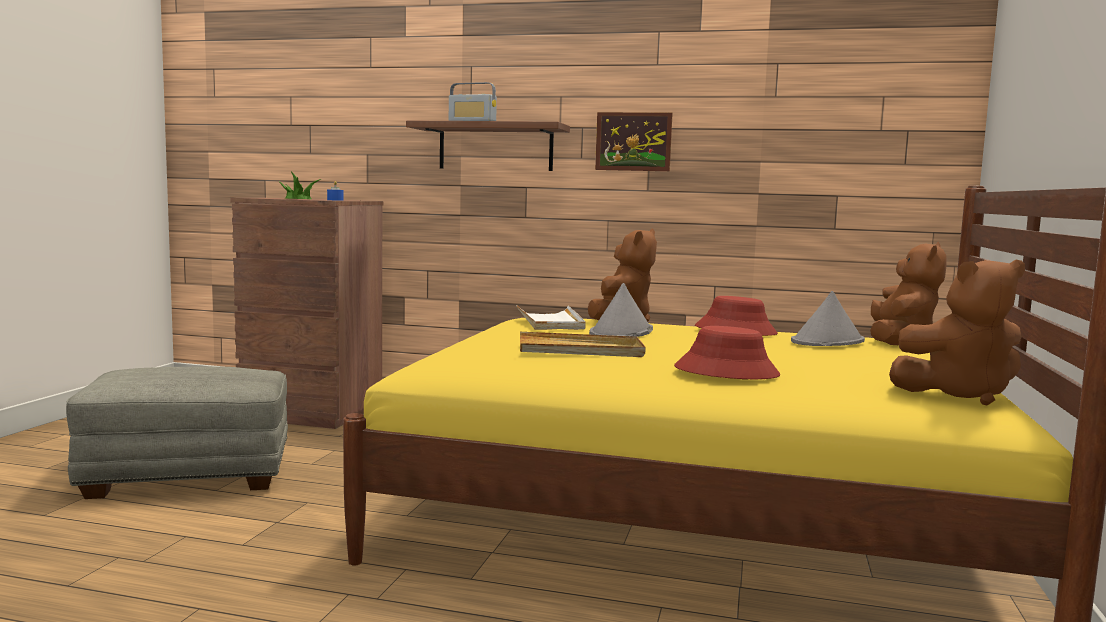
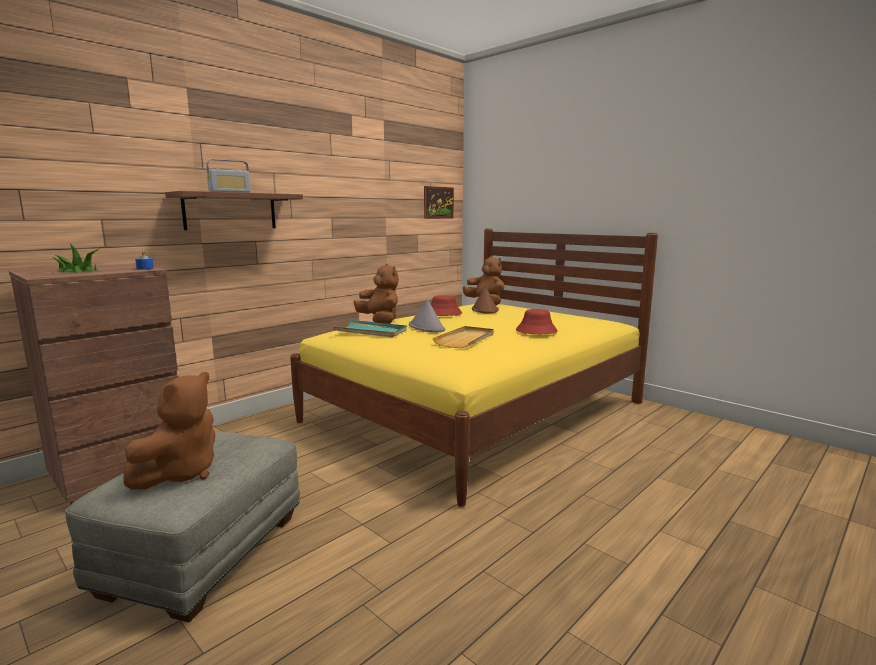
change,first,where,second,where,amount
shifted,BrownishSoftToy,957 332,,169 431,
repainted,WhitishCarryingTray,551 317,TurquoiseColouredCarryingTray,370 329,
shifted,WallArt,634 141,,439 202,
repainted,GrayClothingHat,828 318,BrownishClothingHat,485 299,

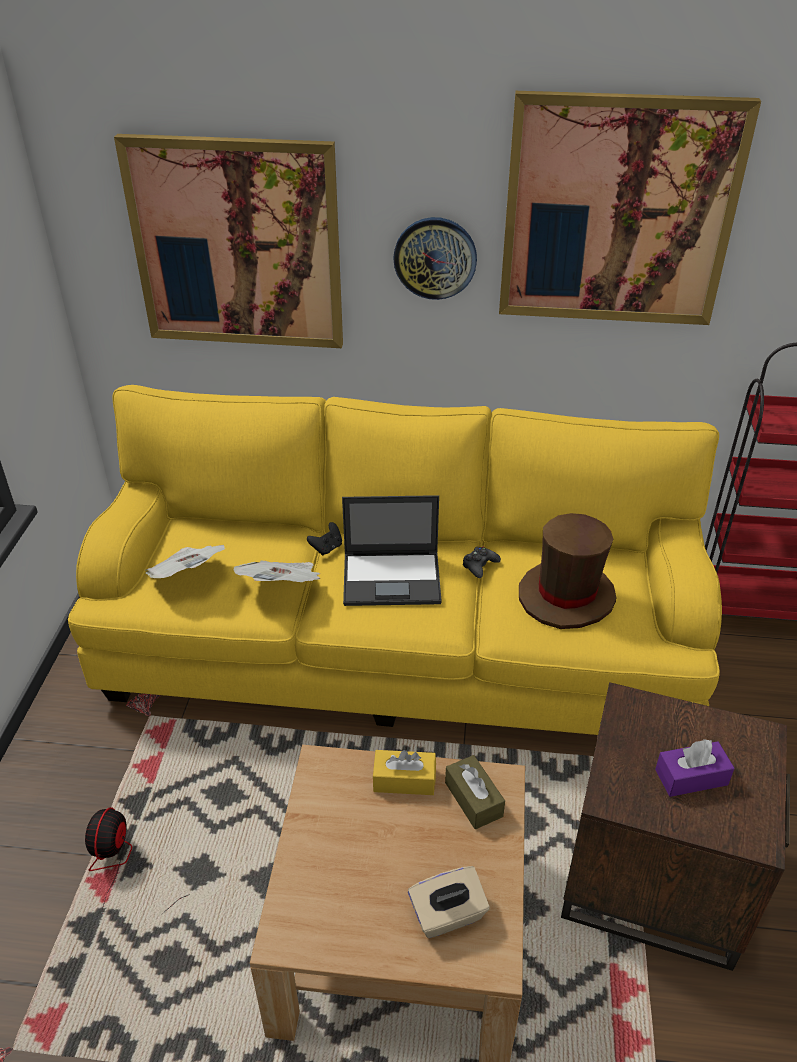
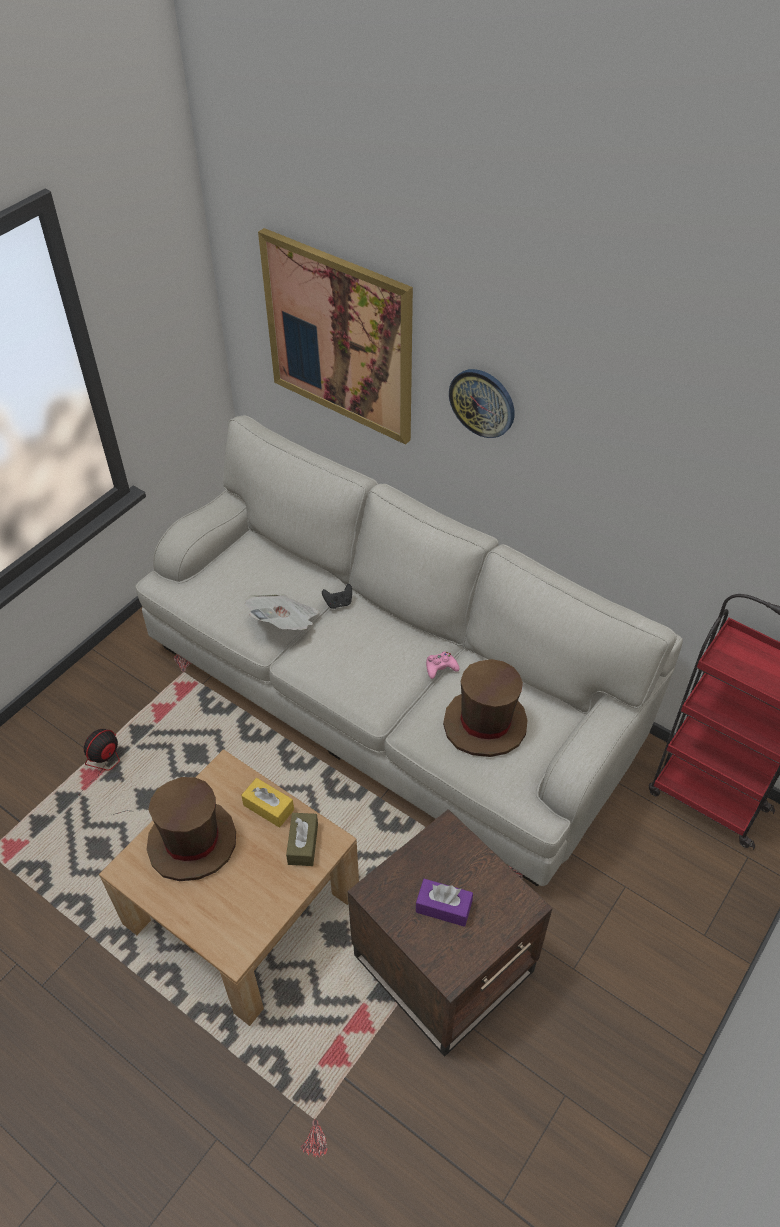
change,first,where,second,where,amount
repainted,YellowColouredSofa,395 560,WhitishSofa,409 650,
new,,,BrownishClothingHat,191 829,
repainted,BlackishJoypad,482 562,PinkJoypad,442 665,
gone,PrintedPaper,185 561,,,
gone,NotebookComputer,392 550,,,
gone,BeigeBoxOfTissues,449 902,,,
gone,WallArt,630 208,,,

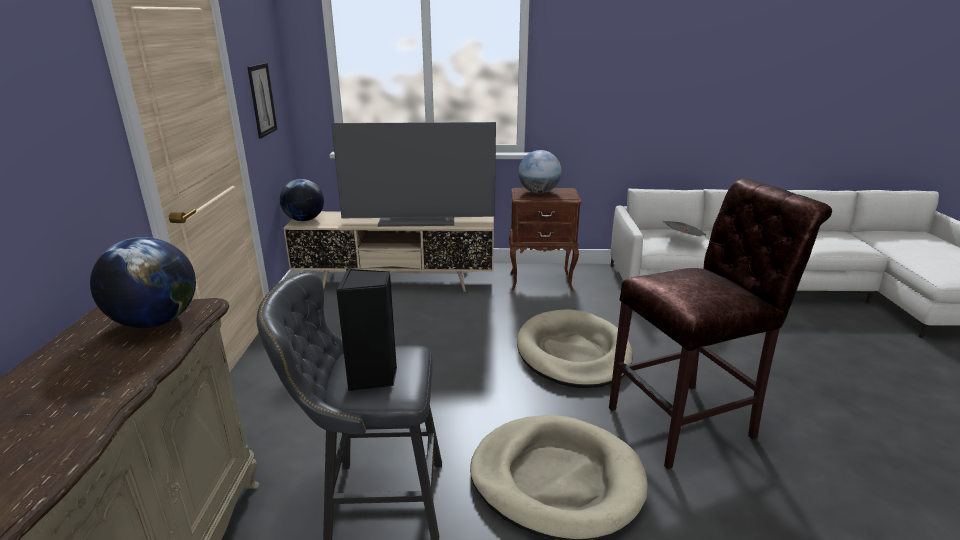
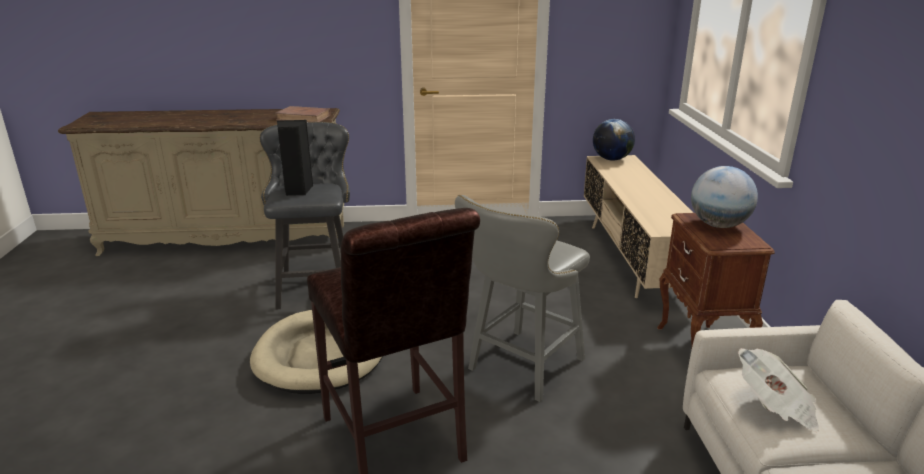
change,first,where,second,where,amount
swapped,DeskGlobe,143 282,BrownishBook,303 114,
swapped,BeigePetBed,575 348,GrayStool,522 298,
gone,WallArt,262 100,,,
gone,Tv,413 174,,,

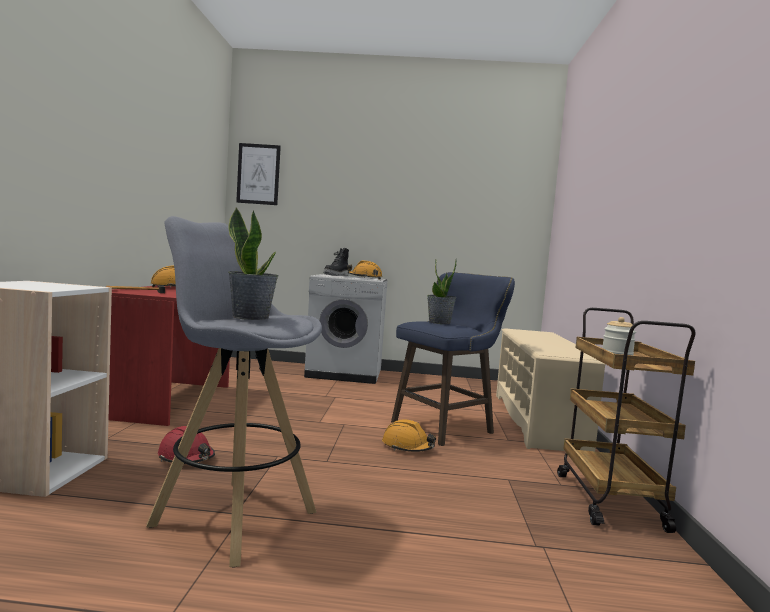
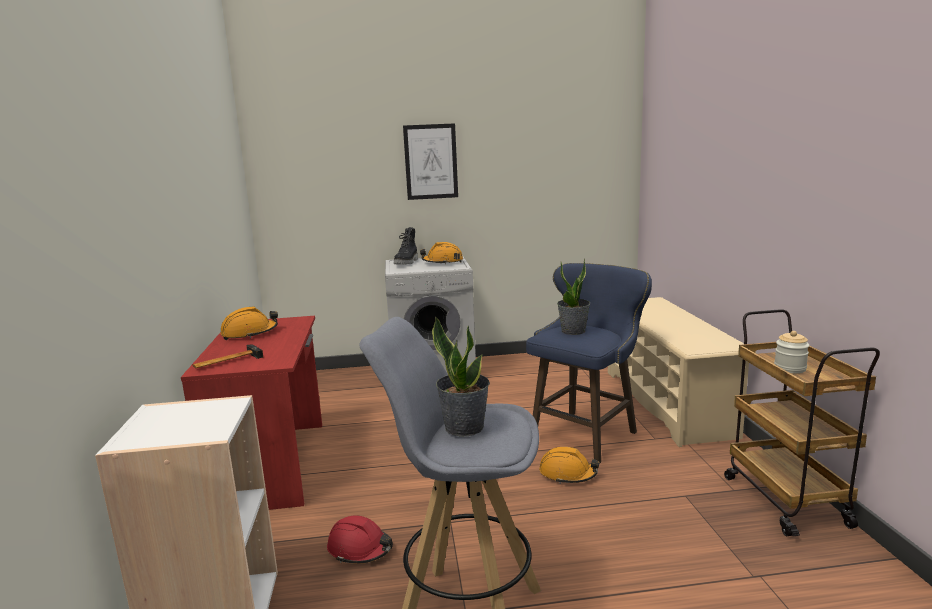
change,first,where,second,where,amount
shifted,WallArt,258 174,,430 161,

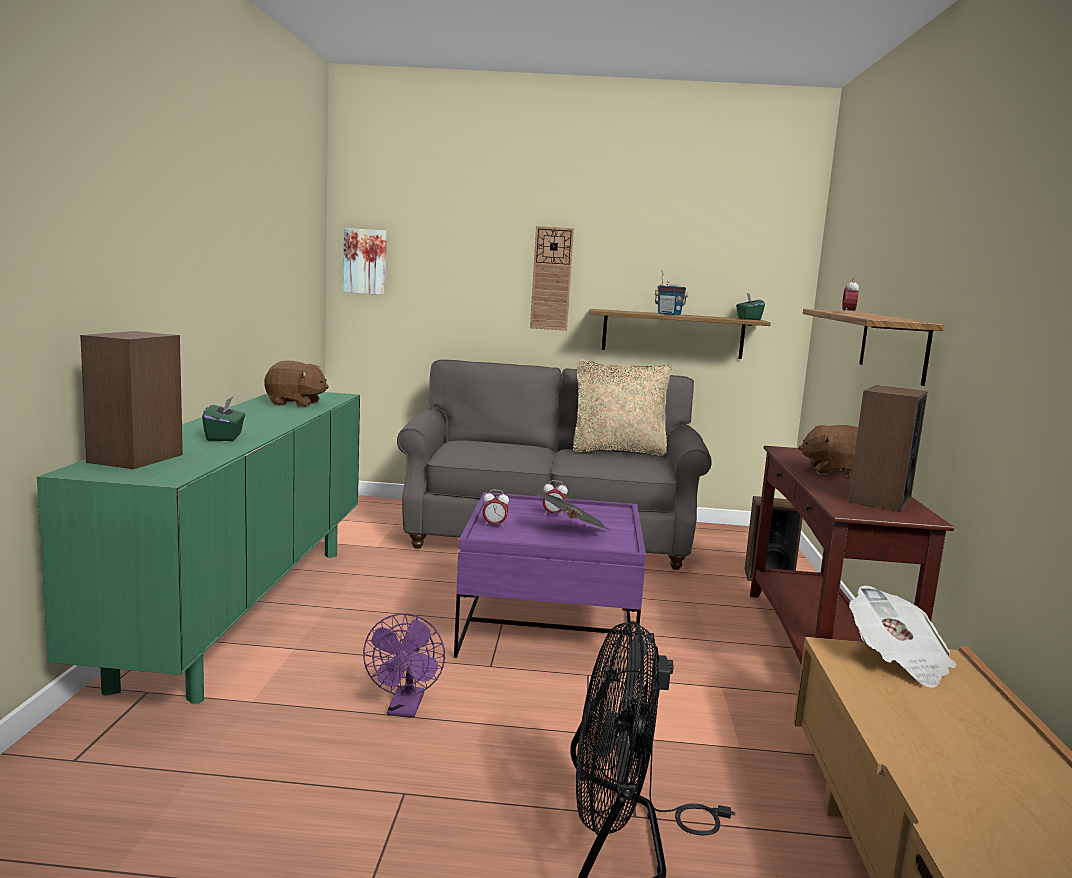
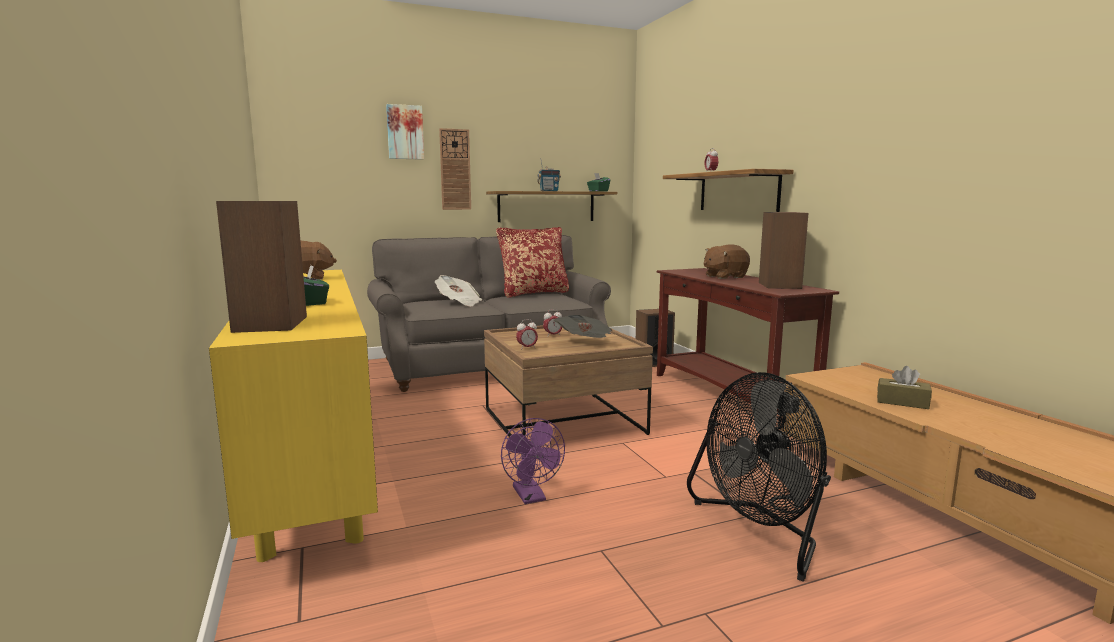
change,first,where,second,where,amount
repainted,GreenColouredStorageCabinet,198 548,YellowColouredStorageCabinet,293 416,
shifted,WallArt,365 261,,405 132,
shifted,PrintedPaper,903 637,,458 290,
repainted,PurpleCoffeeTable,550 575,BrownishCoffeeTable,568 381,
repainted,BeigeThrowPillow,622 407,ReddishThrowPillow,532 262,
new,,,BrownishBoxOfTissues,904 387,

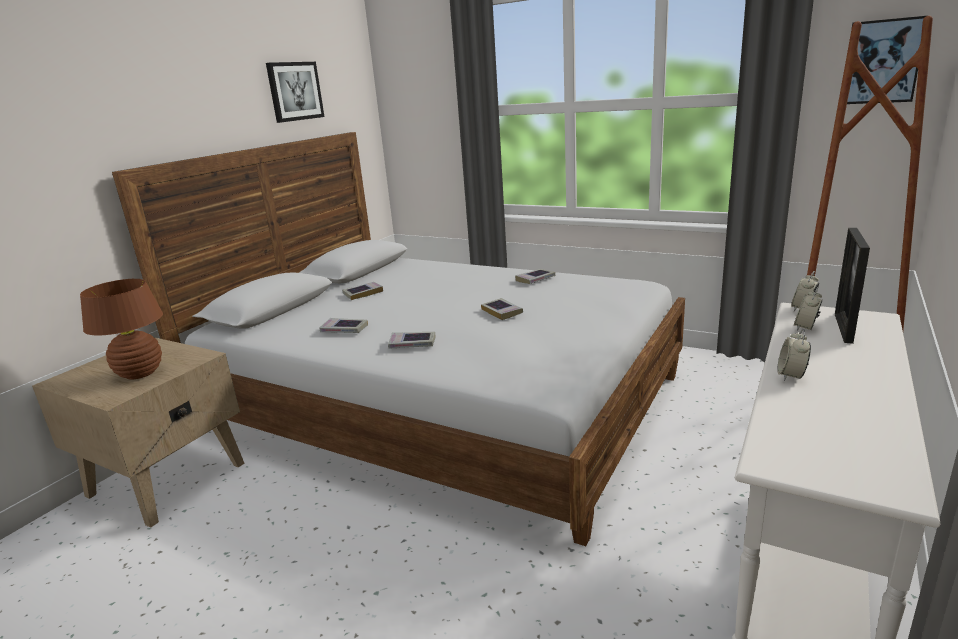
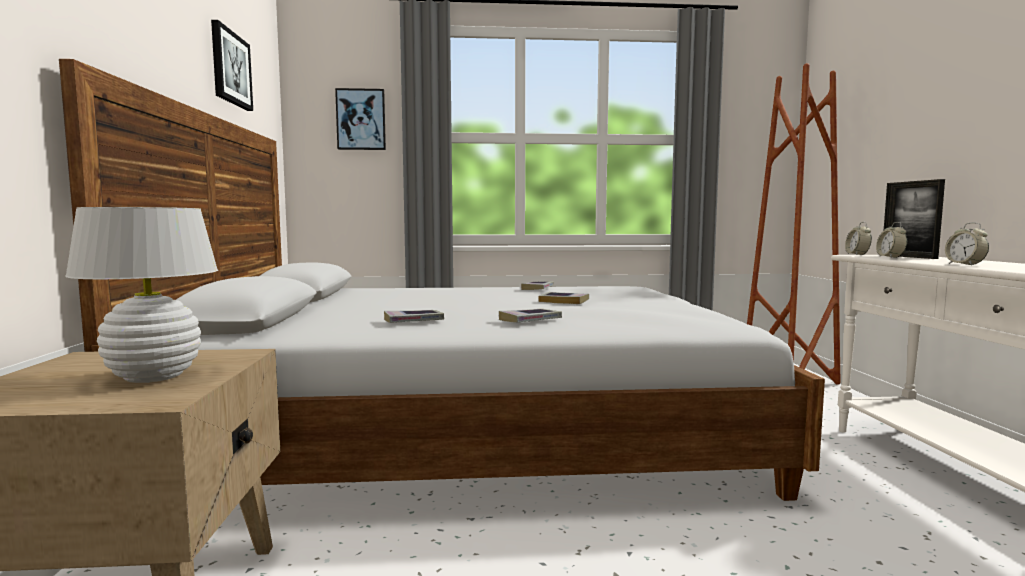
change,first,where,second,where,amount
repainted,BrownishTabletopLamp,121 329,WhitishTabletopLamp,141 295,
shifted,WallArt,886 60,,360 119,
gone,Book,362 291,,,

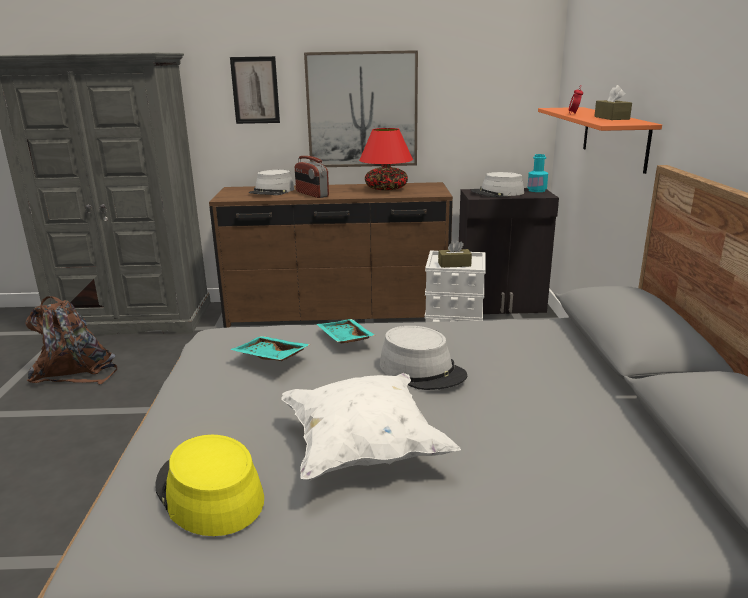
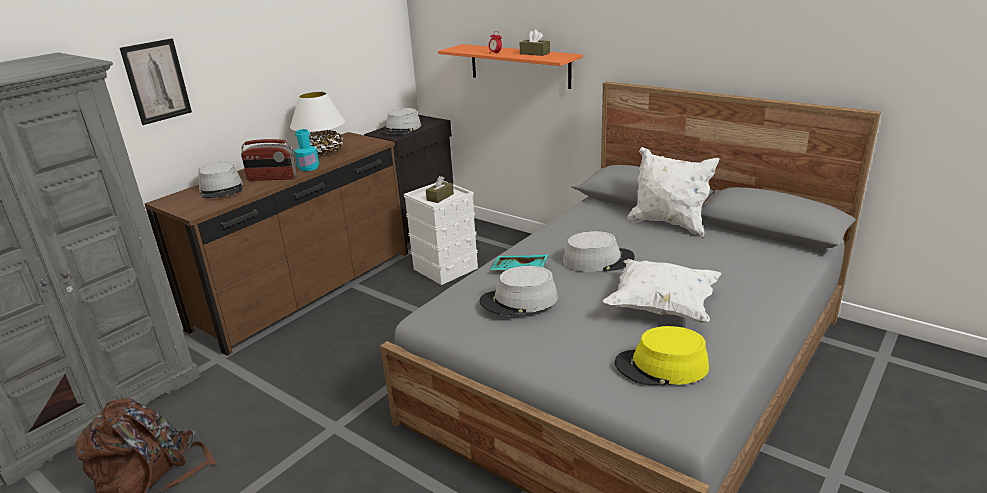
change,first,where,second,where,amount
repainted,ReddishTabletopLamp,386 159,WhitishTabletopLamp,317 123,
shifted,TurquoiseColouredDrinkBottle,538 173,,306 150,
swapped,TurquoiseColouredCarryingTray,270 348,GrayClothingHat,519 291,
new,,,WhitishThrowPillow,673 192,
gone,WallArt,361 108,,,

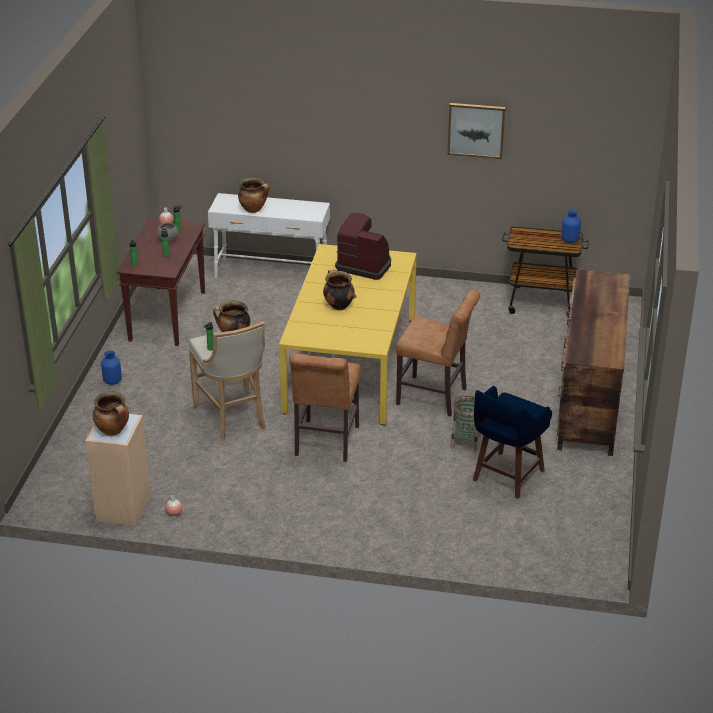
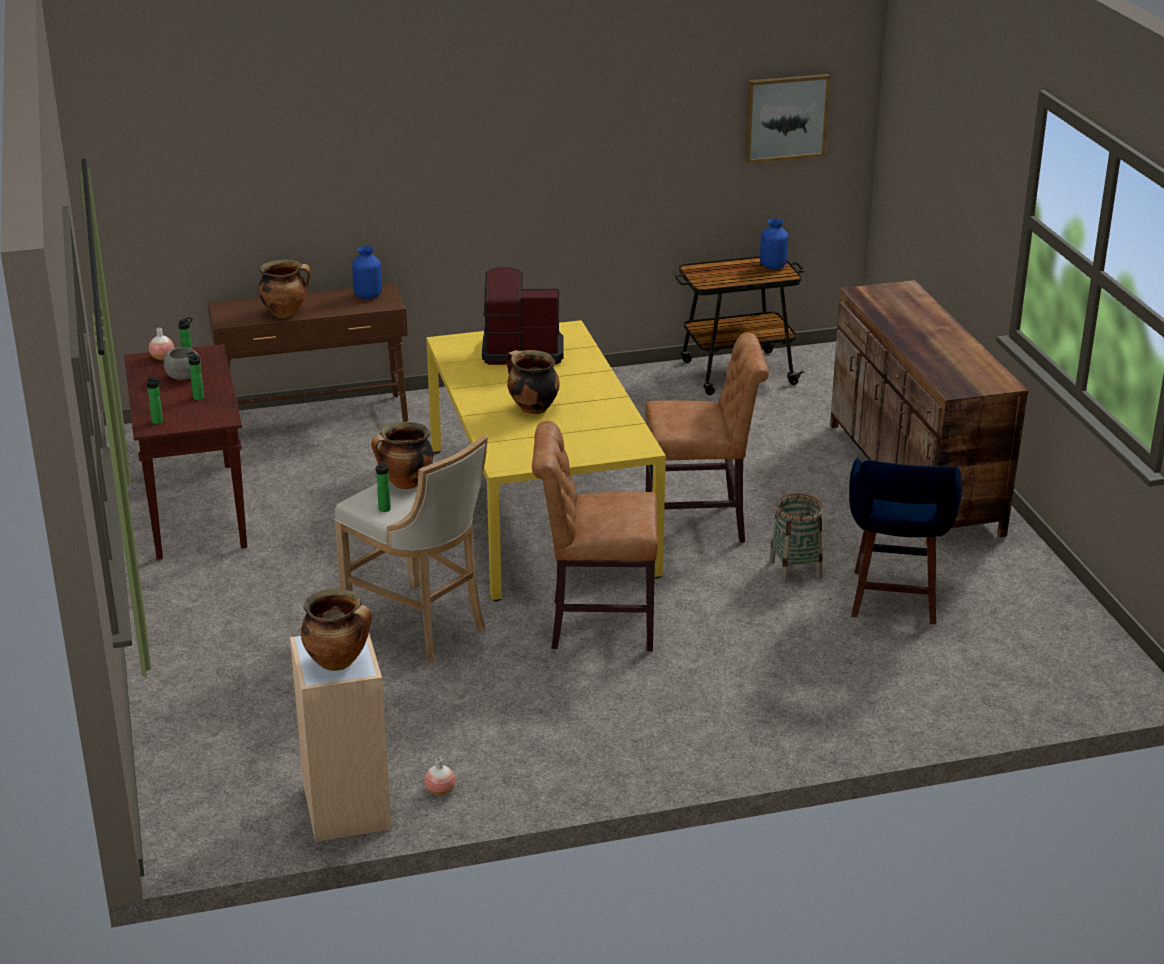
change,first,where,second,where,amount
repainted,WhitishConsoleTable,269 235,BrownishConsoleTable,308 353,
shifted,BluishFlowerVase,111 368,,367 272,
rotated,BrownishPlainChair,325 407,,595 536,105 degrees clockwise
shifted,WallArt,476 131,,787 118,

